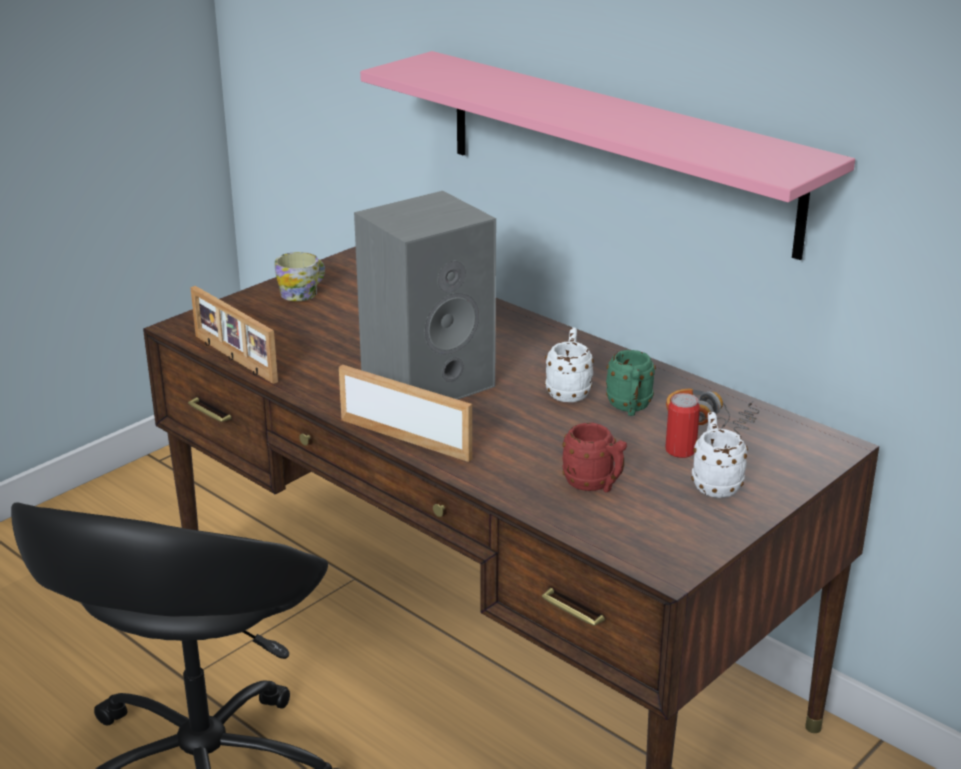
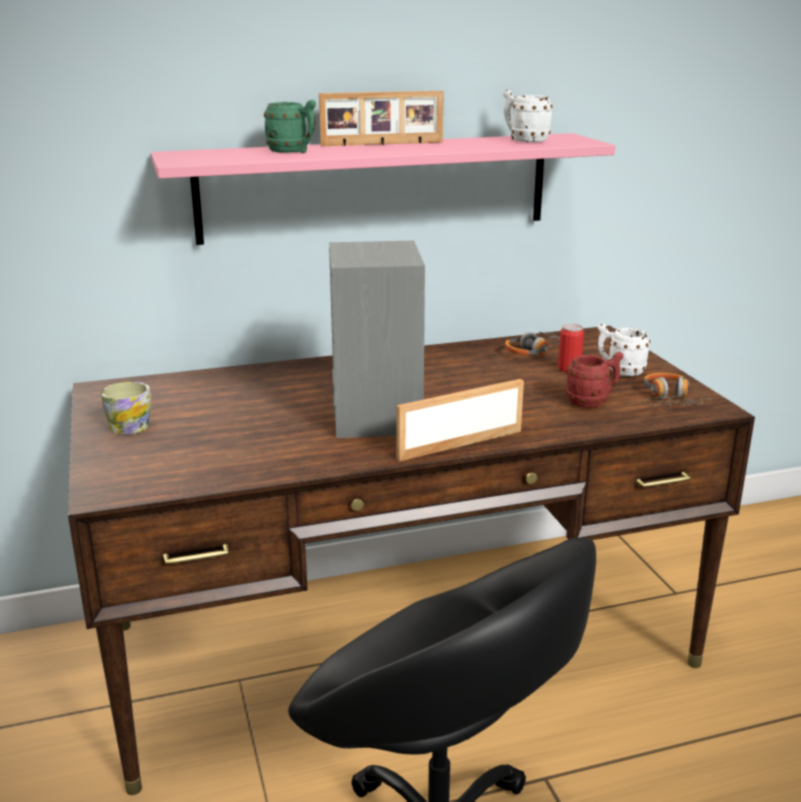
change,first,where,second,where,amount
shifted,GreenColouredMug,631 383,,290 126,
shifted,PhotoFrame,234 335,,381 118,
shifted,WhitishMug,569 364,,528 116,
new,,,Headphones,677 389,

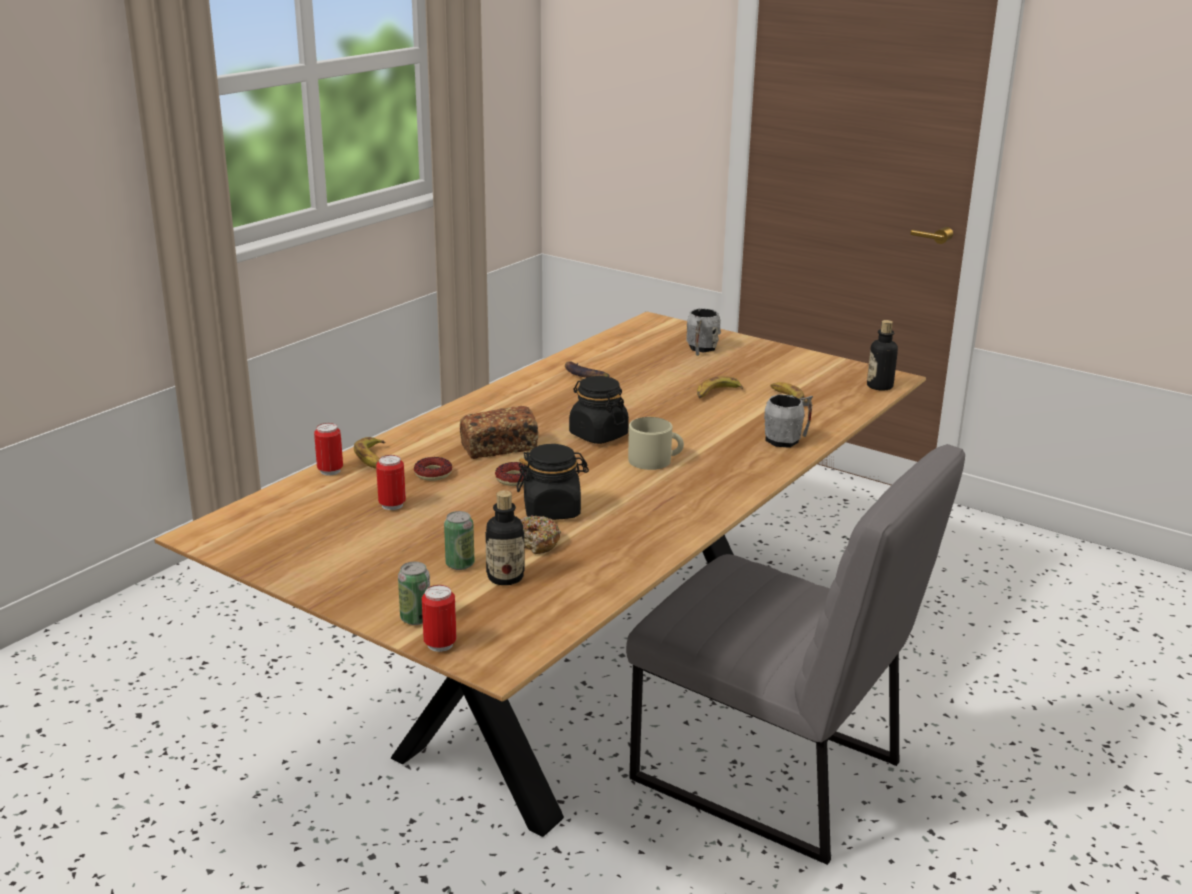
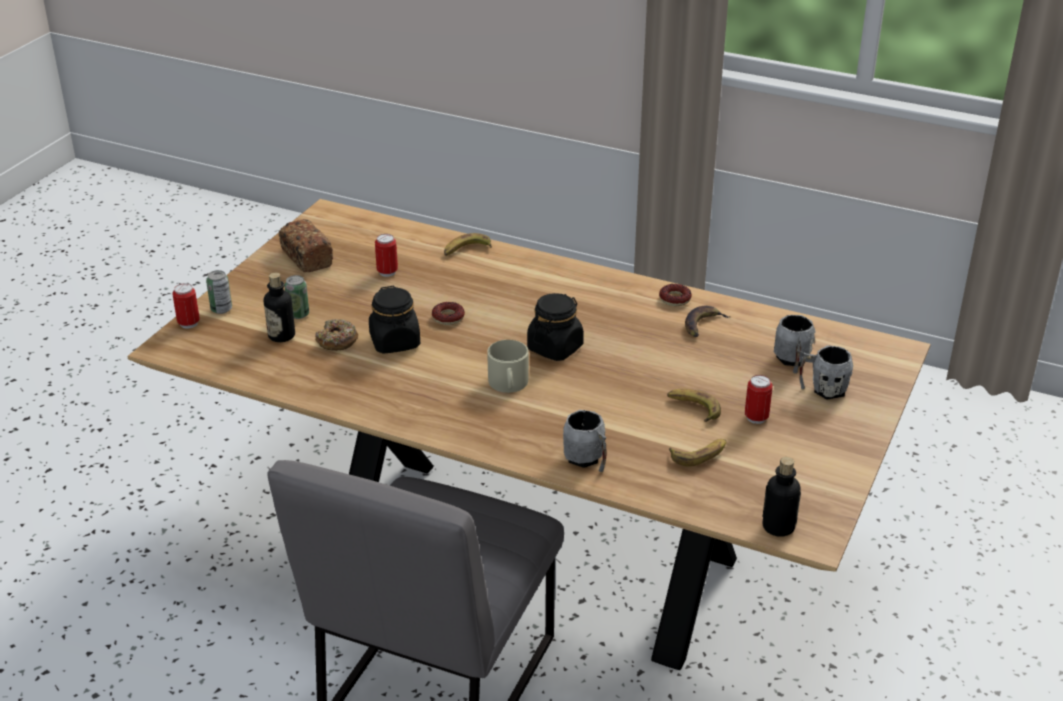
change,first,where,second,where,amount
shifted,Bread,499 432,,306 245,
shifted,Doughnut,433 469,,675 295,
shifted,MetalCan,328 449,,759 399,
new,,,GrayMug,794 344,

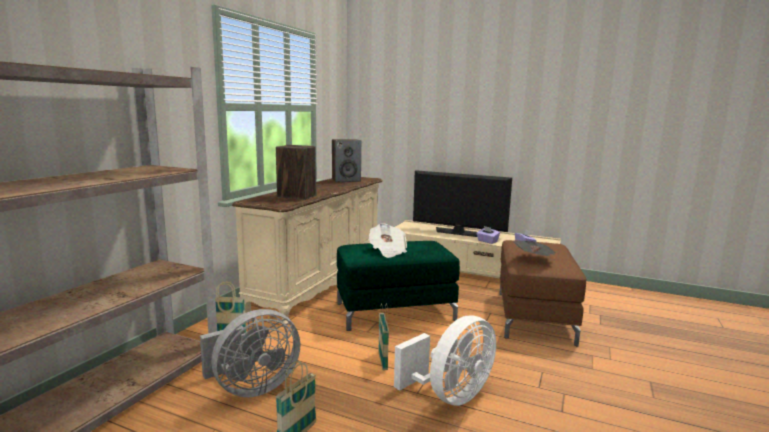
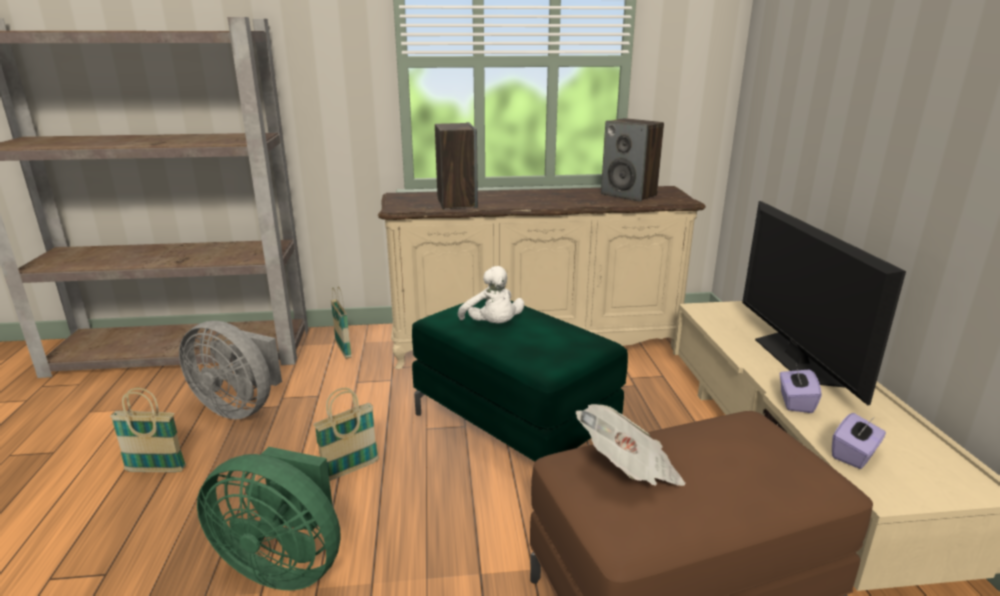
change,first,where,second,where,amount
repainted,WhitishCoolingFan,445 360,GreenColouredCoolingFan,269 518,
swapped,PrintedPaper,387 240,WhitishSoftToy,491 295,

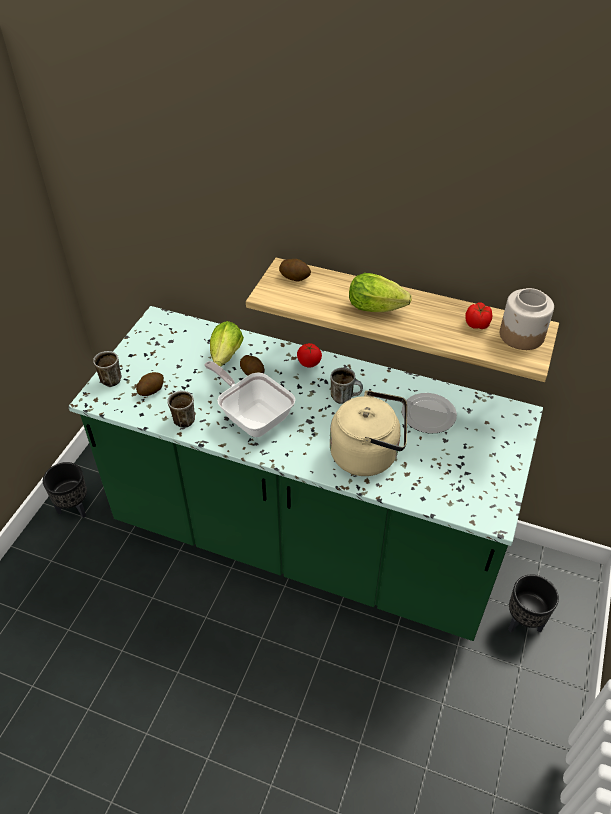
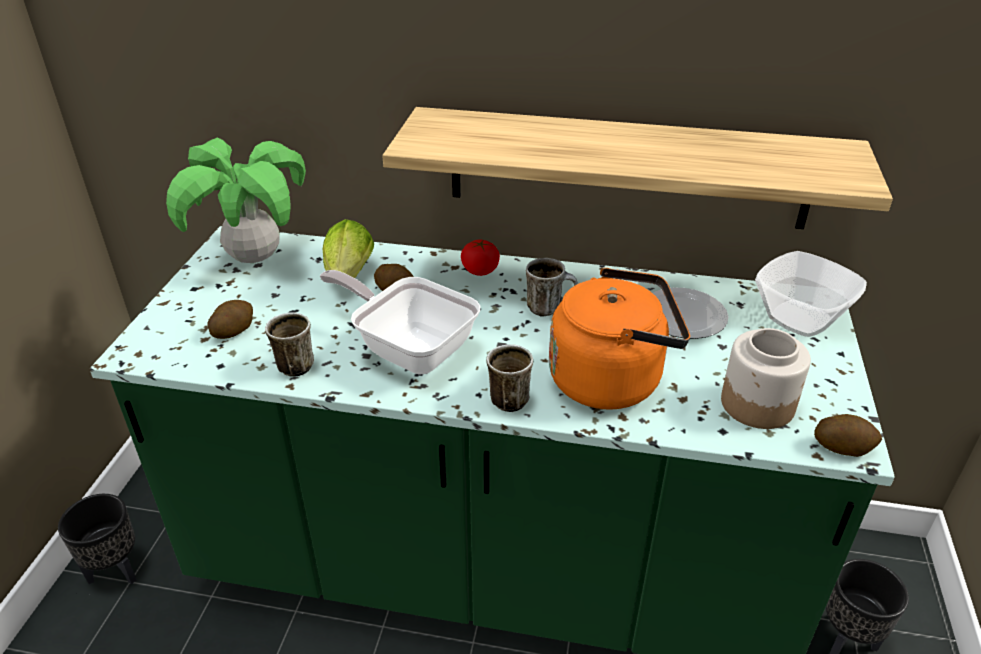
change,first,where,second,where,amount
new,,,PottedPlant,236 200,
shifted,Mug,107 369,,509 378,
repainted,BeigeTeaKettle,368 433,OrangeyTeaKettle,619 339,
shifted,PreserveJar,527 319,,766 378,
new,,,ServingBowl,811 294,
shifted,Spud,295 270,,848 435,
gone,HeadOfLettuce,380 292,,,
gone,WholeTomato,478 315,,,

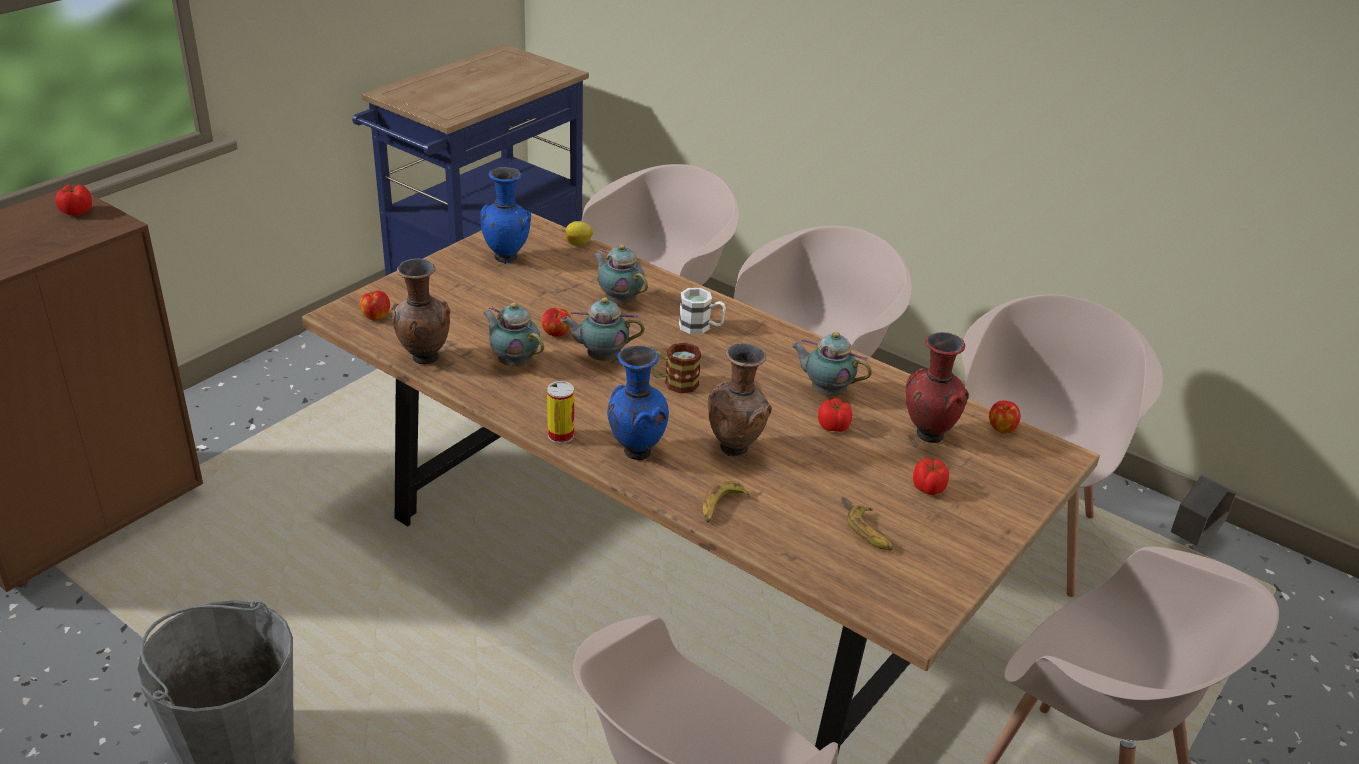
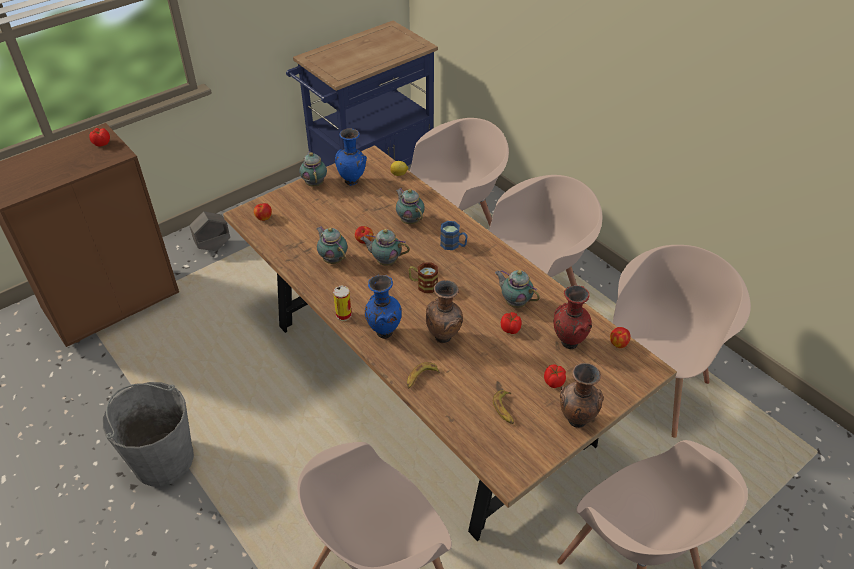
change,first,where,second,where,amount
shifted,GrayFlowerPot,1204 511,,209 231,
new,,,Teapot,313 169,
repainted,WhitishMug,702 311,BluishMug,453 235,
shifted,BrownishFlowerVase,420 311,,582 395,

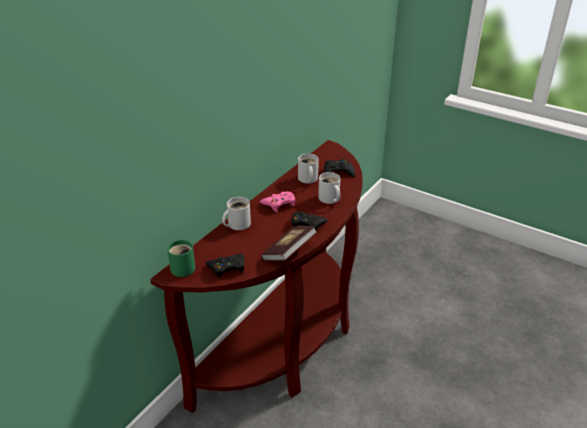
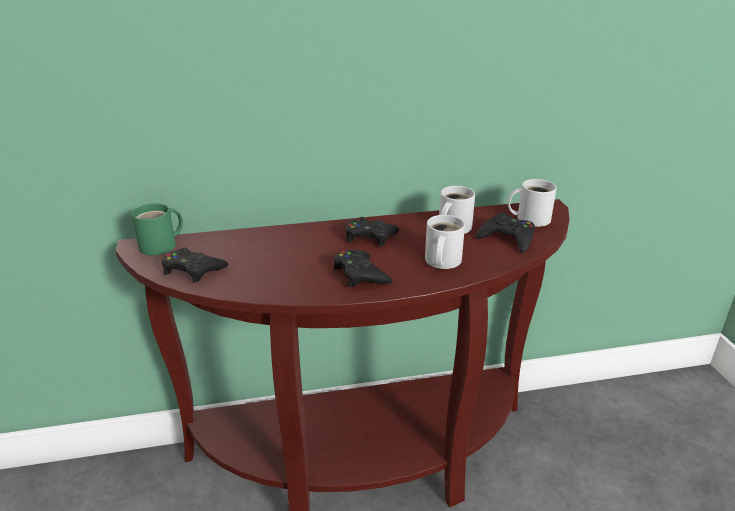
change,first,where,second,where,amount
repainted,PinkJoypad,277 201,BlackishJoypad,372 232,
shifted,WhitishMug,236 213,,532 203,
gone,Book,289 243,,,

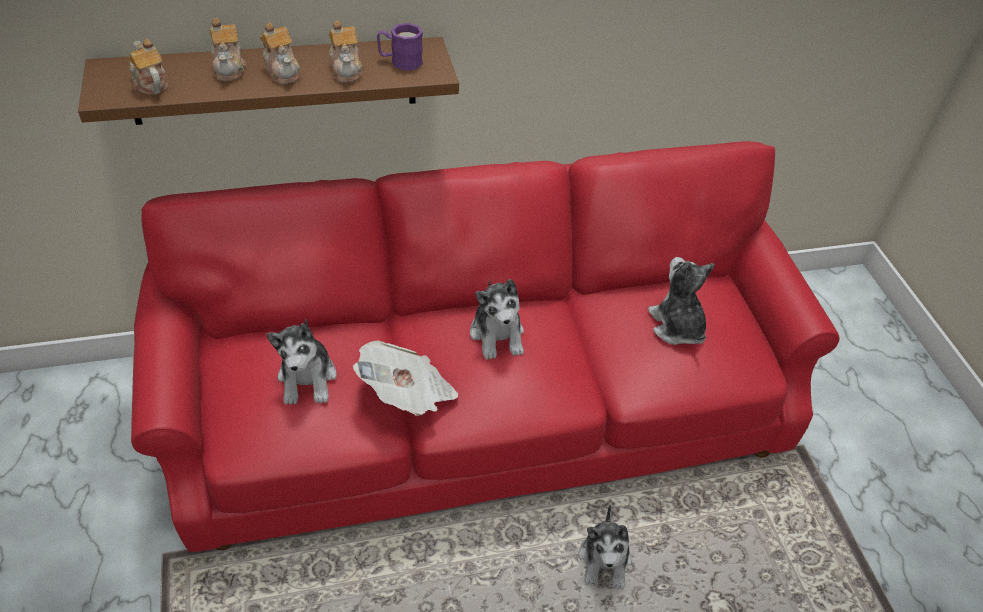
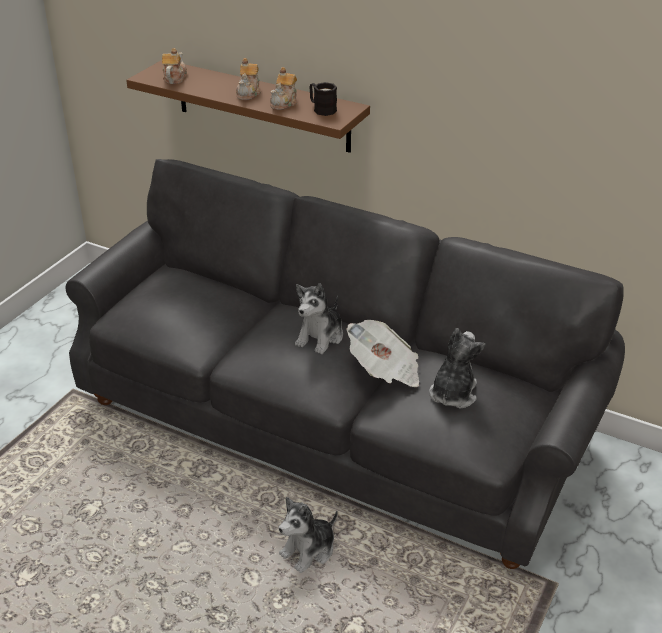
change,first,where,second,where,amount
repainted,ReddishSofa,485 346,BlackishSofa,345 364,
repainted,PurpleMug,400 47,BlackishMug,323 99,
shifted,PrintedPaper,405 378,,383 353,
gone,Teapot,228 49,,,
gone,SoftToy,301 362,,,

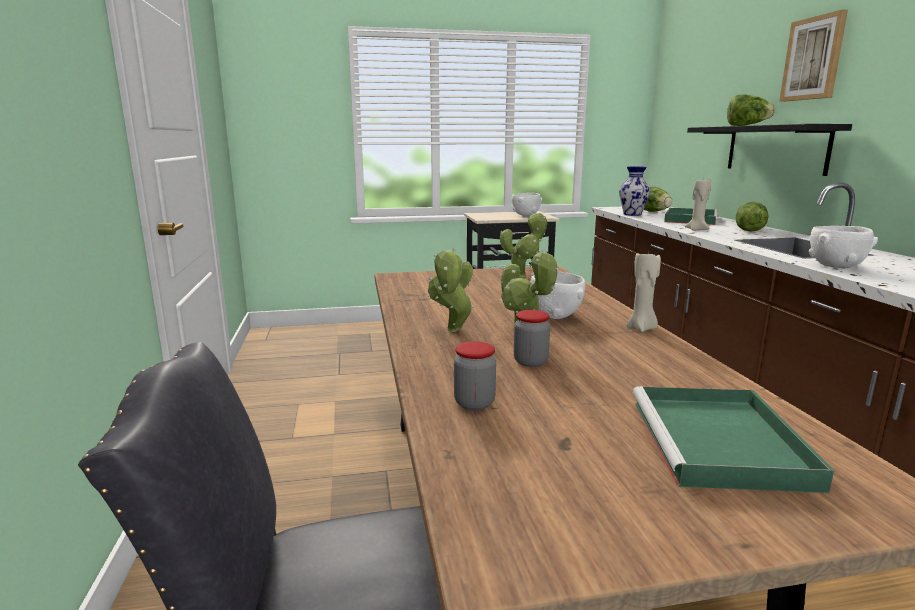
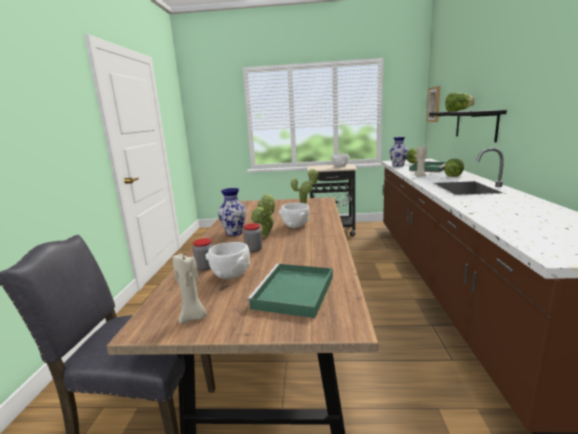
change,first,where,second,where,amount
shifted,BeigeWaxCandle,643 291,,190 289,
shifted,WhitishServingBowl,843 247,,228 260,
swapped,PottedPlant,451 290,FlowerVase,232 212,
shifted,WallArt,813 55,,433 104,

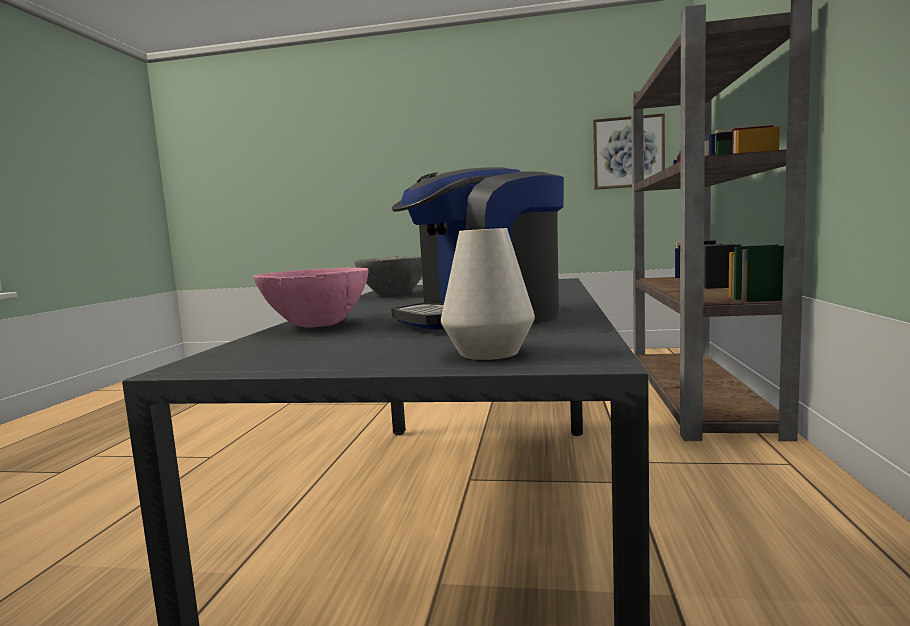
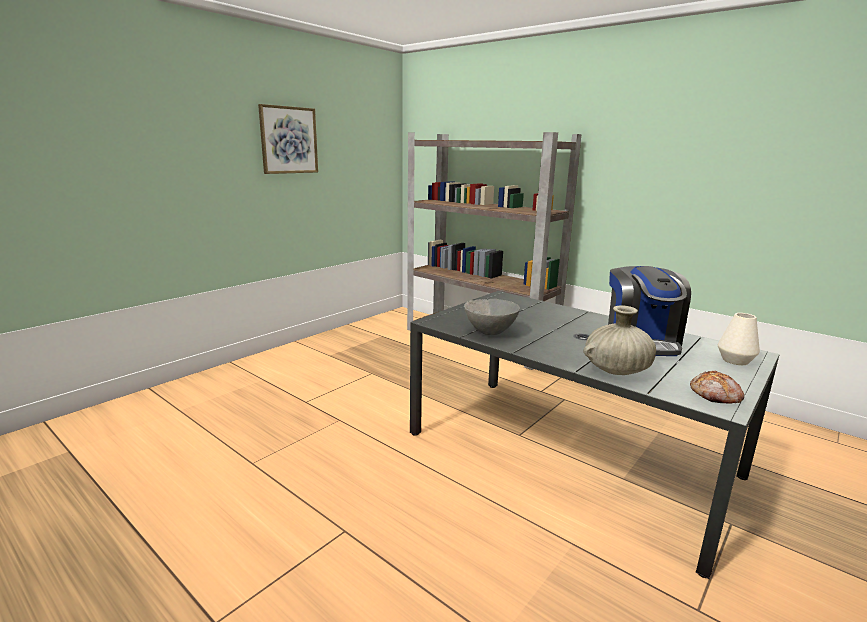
change,first,where,second,where,amount
shifted,WallArt,629 151,,288 139,
swapped,PinkServingBowl,311 297,BeigeFlowerVase,619 340,
new,,,Bread,717 387,

